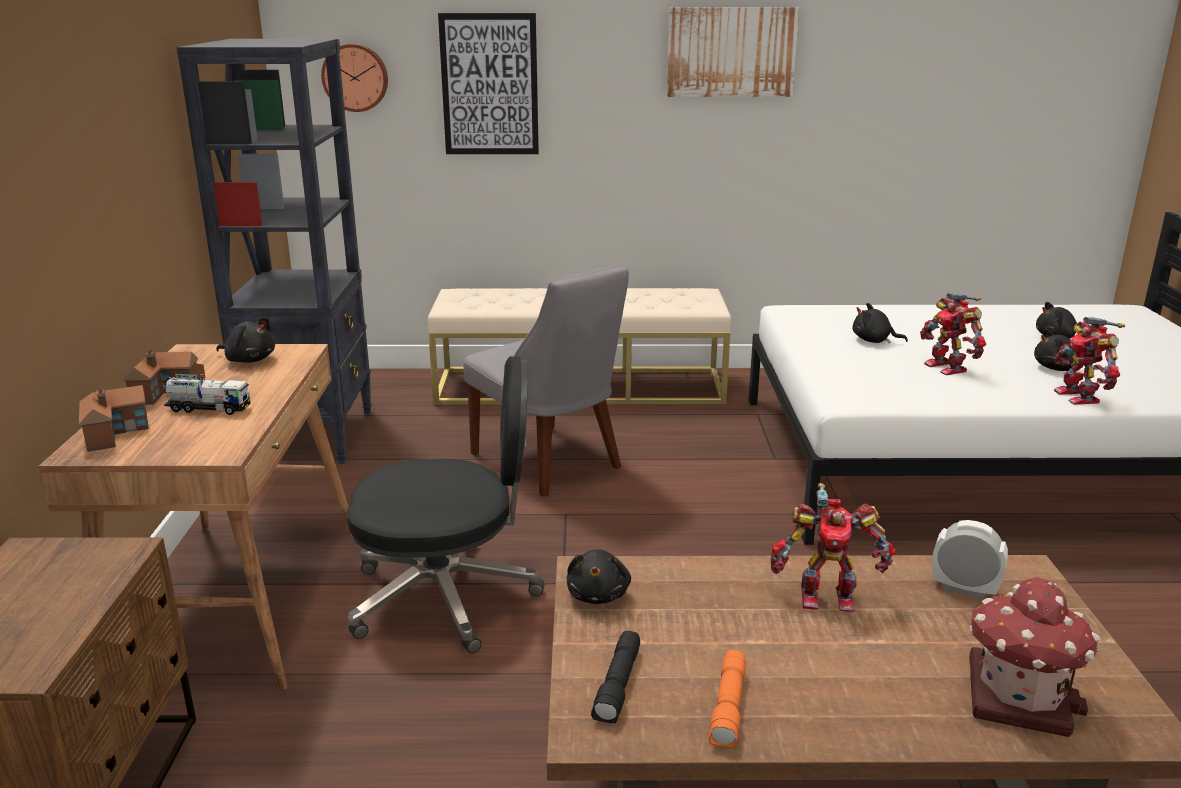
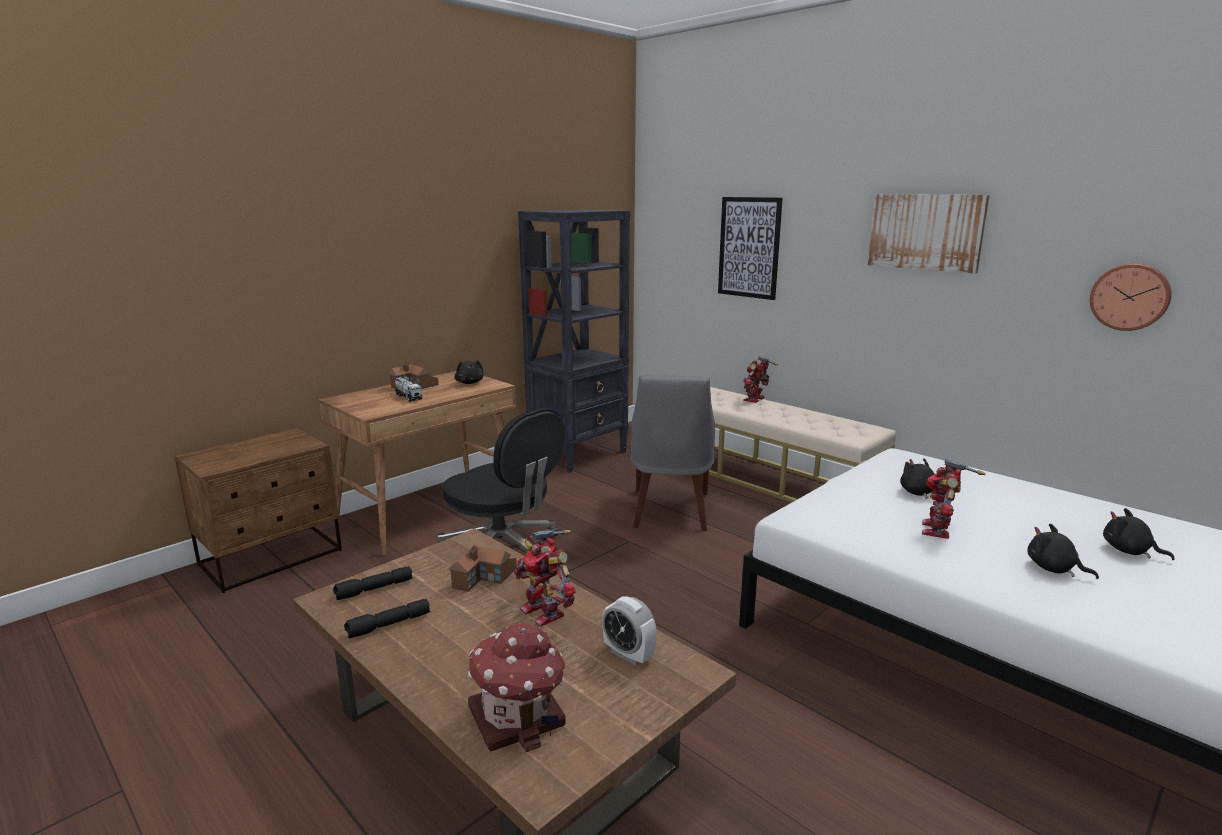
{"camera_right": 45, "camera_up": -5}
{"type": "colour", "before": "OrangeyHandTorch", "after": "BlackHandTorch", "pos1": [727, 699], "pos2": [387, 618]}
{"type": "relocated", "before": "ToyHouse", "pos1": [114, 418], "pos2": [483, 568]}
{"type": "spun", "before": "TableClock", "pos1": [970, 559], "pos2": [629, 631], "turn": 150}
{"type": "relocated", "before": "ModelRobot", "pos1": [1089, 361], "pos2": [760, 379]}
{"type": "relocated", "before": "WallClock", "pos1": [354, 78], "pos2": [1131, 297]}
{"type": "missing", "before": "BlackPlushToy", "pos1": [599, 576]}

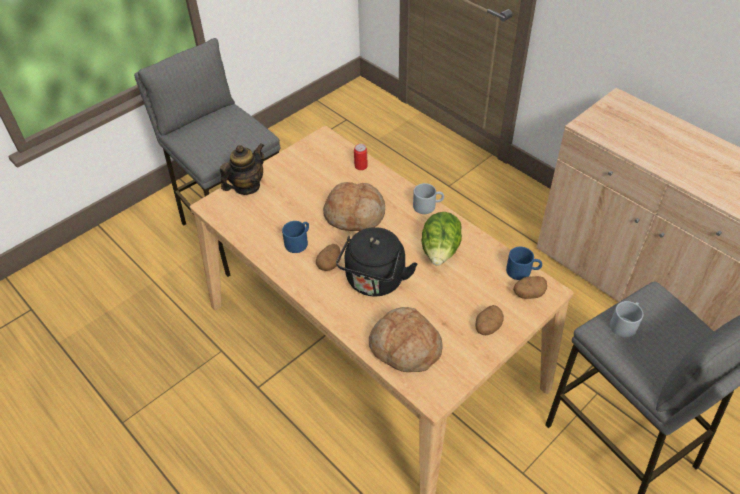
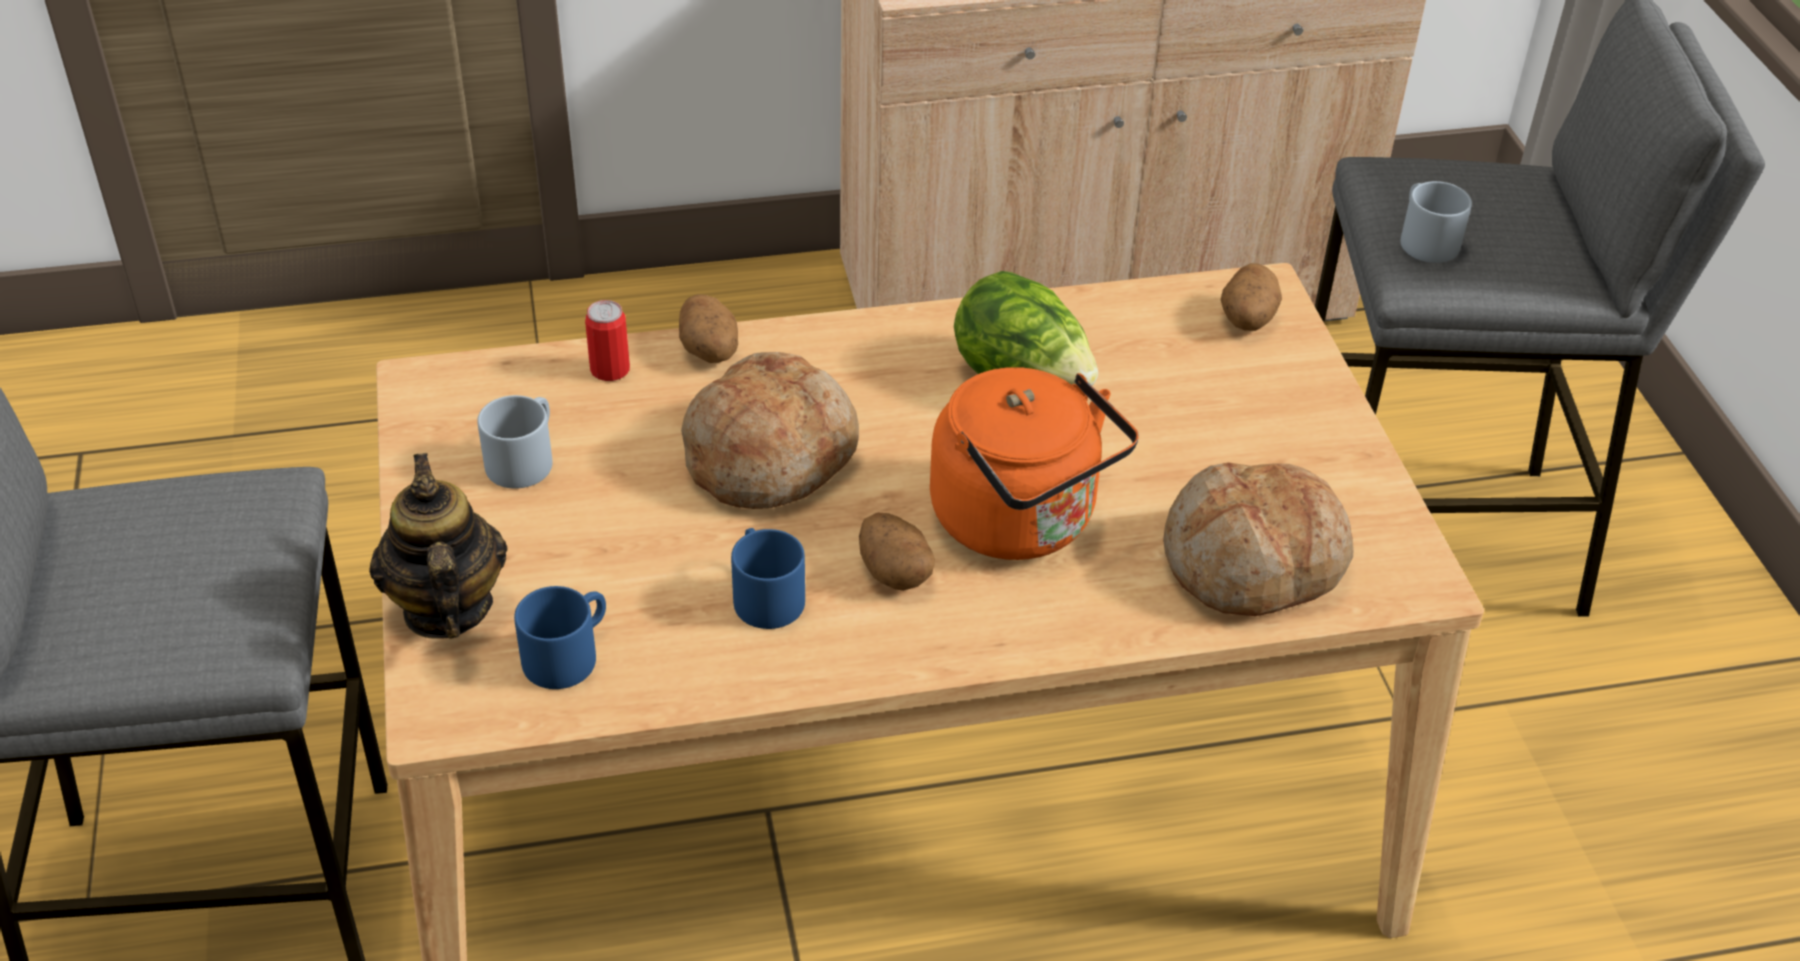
{"camera_right": -60, "camera_up": -5}
{"type": "relocated", "before": "GreyishTeaMug", "pos1": [428, 198], "pos2": [514, 442]}
{"type": "relocated", "before": "BlueTeaMug", "pos1": [524, 263], "pos2": [560, 637]}
{"type": "relocated", "before": "WholePotato", "pos1": [489, 320], "pos2": [708, 329]}
{"type": "colour", "before": "BlackTeaKettle", "after": "OrangeyTeaKettle", "pos1": [376, 262], "pos2": [1034, 463]}

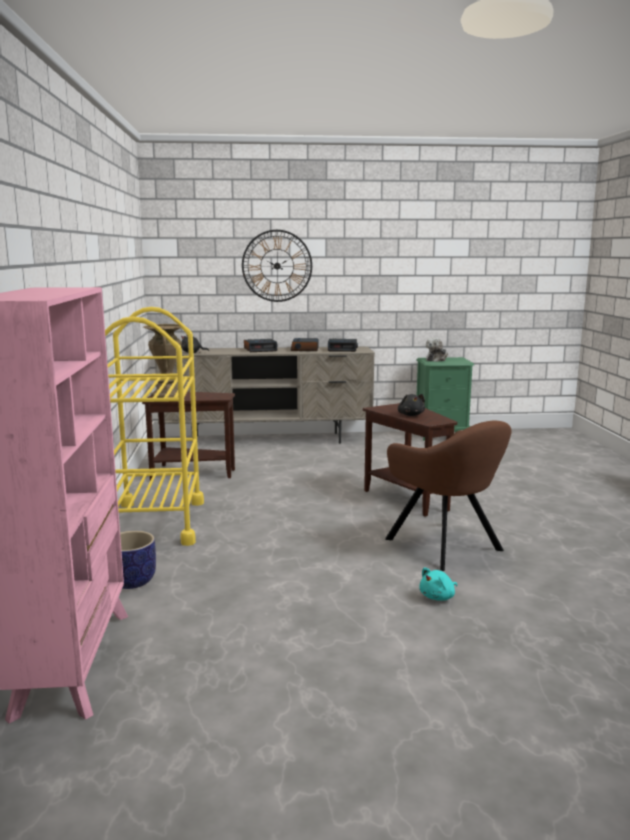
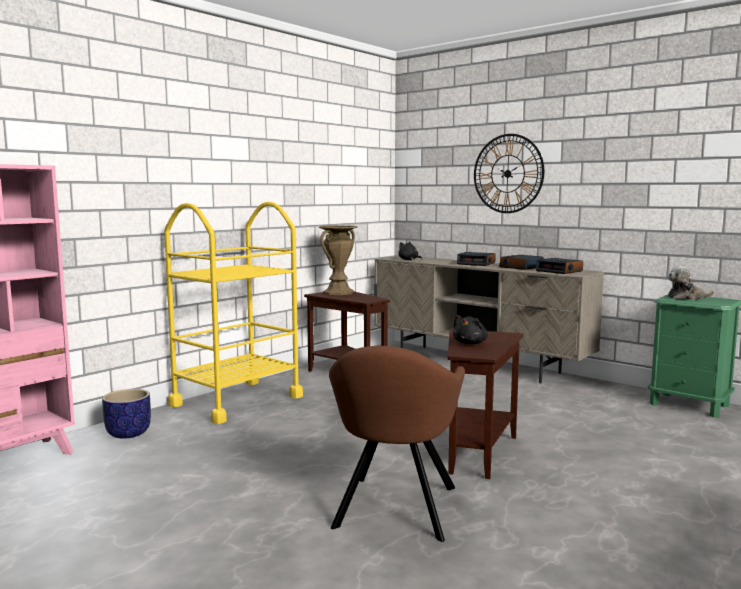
{"camera_right": 45, "camera_up": -5}
{"type": "missing", "before": "TurquoisePlushToy", "pos1": [438, 584]}

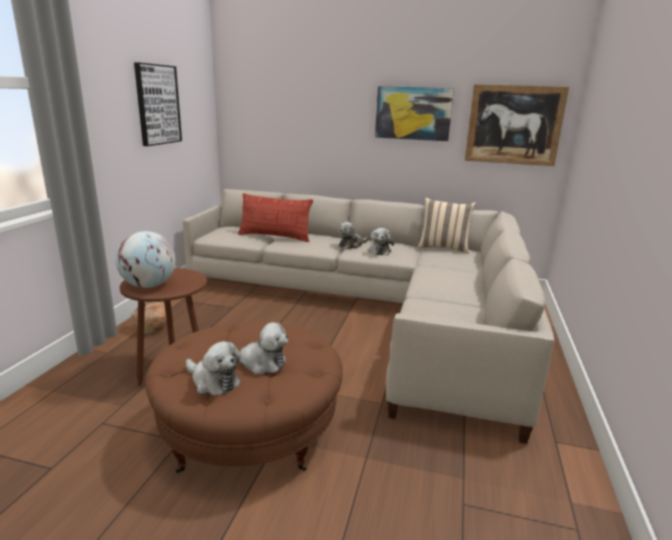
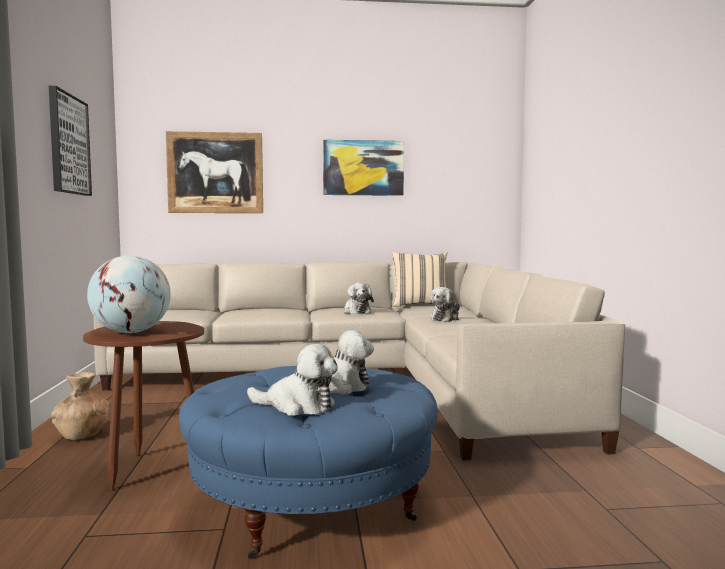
{"camera_right": -20, "camera_up": -15}
{"type": "relocated", "before": "Picture", "pos1": [517, 125], "pos2": [214, 172]}
{"type": "colour", "before": "BrownColouredFootrest", "after": "BlueFootrest", "pos1": [244, 397], "pos2": [308, 462]}
{"type": "relocated", "before": "PlushToy", "pos1": [354, 235], "pos2": [445, 304]}
{"type": "missing", "before": "ThrowPillow", "pos1": [275, 217]}

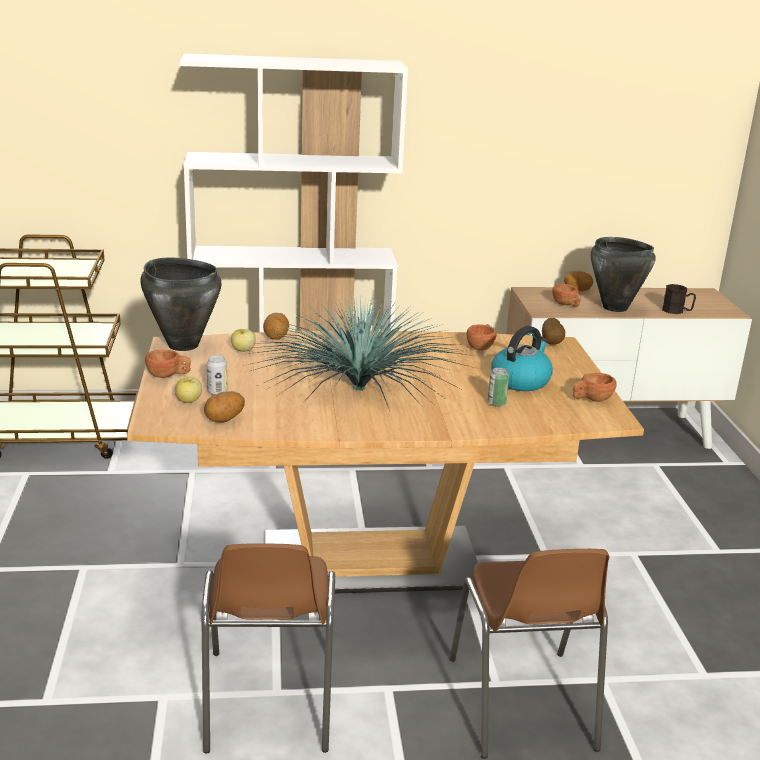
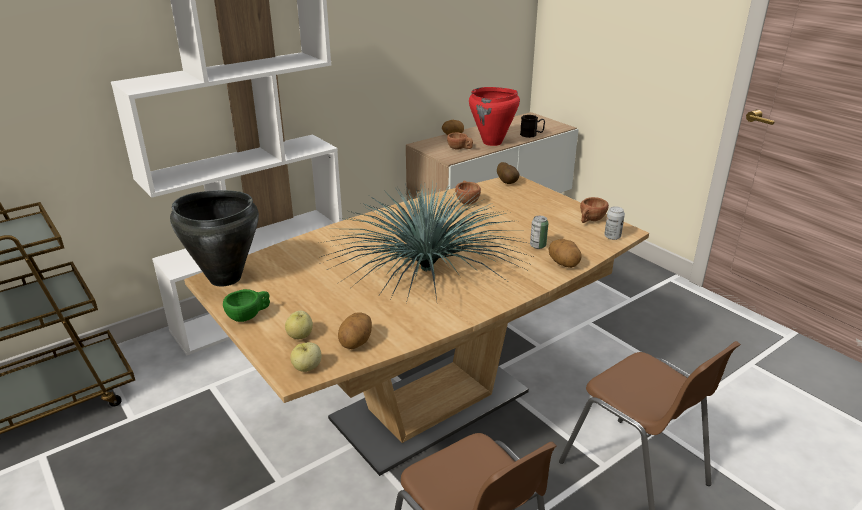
{"camera_right": -30, "camera_up": 5}
{"type": "colour", "before": "BrownColouredDrinkingCup", "after": "GreenishDrinkingCup", "pos1": [168, 364], "pos2": [246, 305]}
{"type": "relocated", "before": "Apple", "pos1": [243, 340], "pos2": [306, 357]}
{"type": "colour", "before": "BlackCookingPot", "after": "ReddishCookingPot", "pos1": [623, 274], "pos2": [494, 116]}
{"type": "relocated", "before": "WholePotato", "pos1": [276, 326], "pos2": [565, 253]}
{"type": "relocated", "before": "Can", "pos1": [217, 375], "pos2": [614, 223]}
{"type": "missing", "before": "TeaKettle", "pos1": [522, 358]}

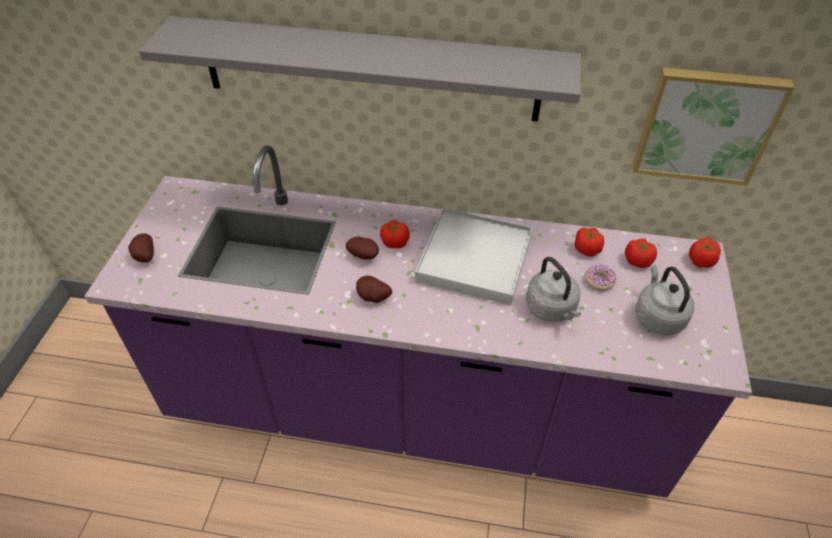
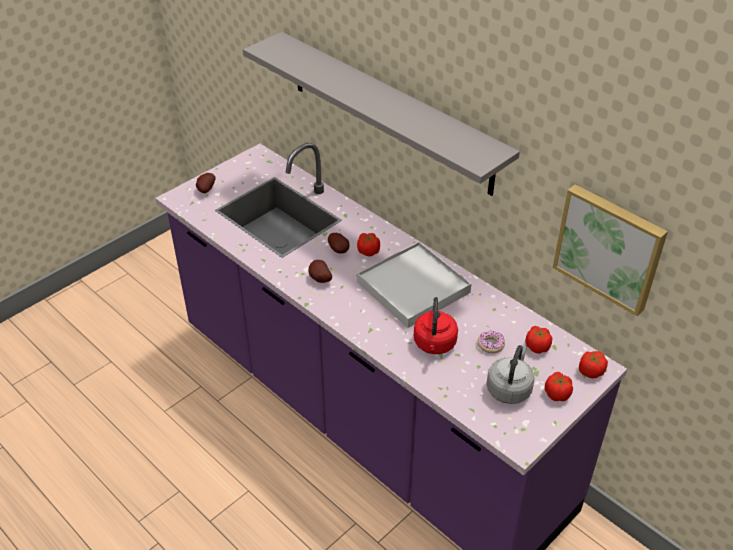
{"camera_right": 35, "camera_up": -5}
{"type": "colour", "before": "GreyishTeaKettle", "after": "ReddishTeaKettle", "pos1": [553, 289], "pos2": [436, 325]}
{"type": "relocated", "before": "FreshTomato", "pos1": [589, 241], "pos2": [559, 386]}

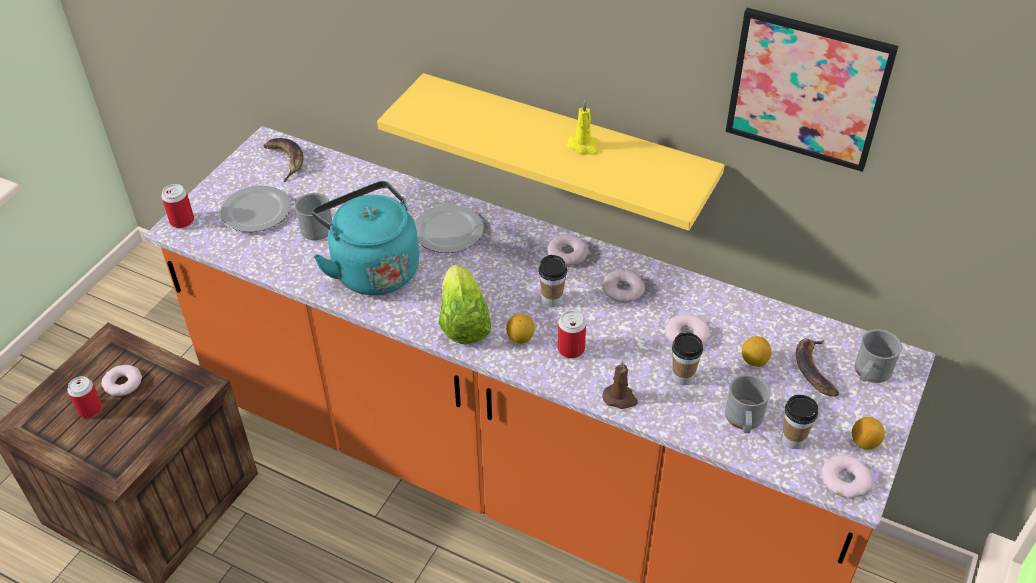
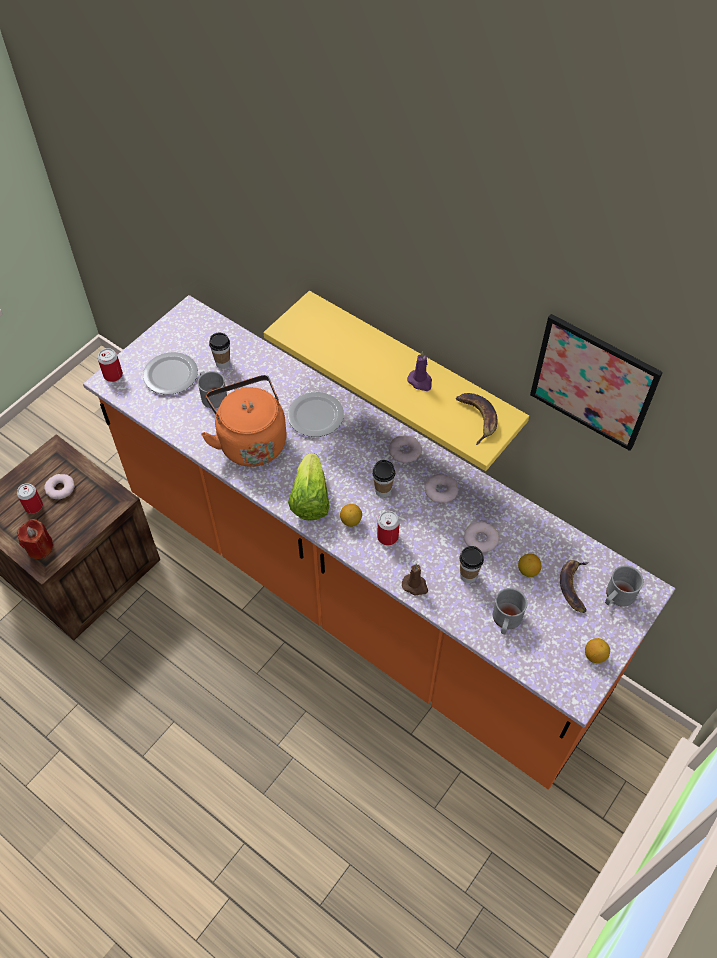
{"camera_right": 10, "camera_up": 10}
{"type": "appeared", "after": "ReddishWaxCandle", "pos2": [35, 539]}
{"type": "colour", "before": "TurquoiseTeaKettle", "after": "OrangeyTeaKettle", "pos1": [365, 238], "pos2": [244, 421]}
{"type": "relocated", "before": "DrinkingCup", "pos1": [800, 422], "pos2": [219, 350]}
{"type": "colour", "before": "YellowWaxCandle", "after": "PurpleColouredWaxCandle", "pos1": [583, 128], "pos2": [419, 371]}
{"type": "relocated", "before": "WholeBanana", "pos1": [283, 160], "pos2": [477, 419]}
{"type": "missing", "before": "RingDoughnut", "pos1": [847, 477]}

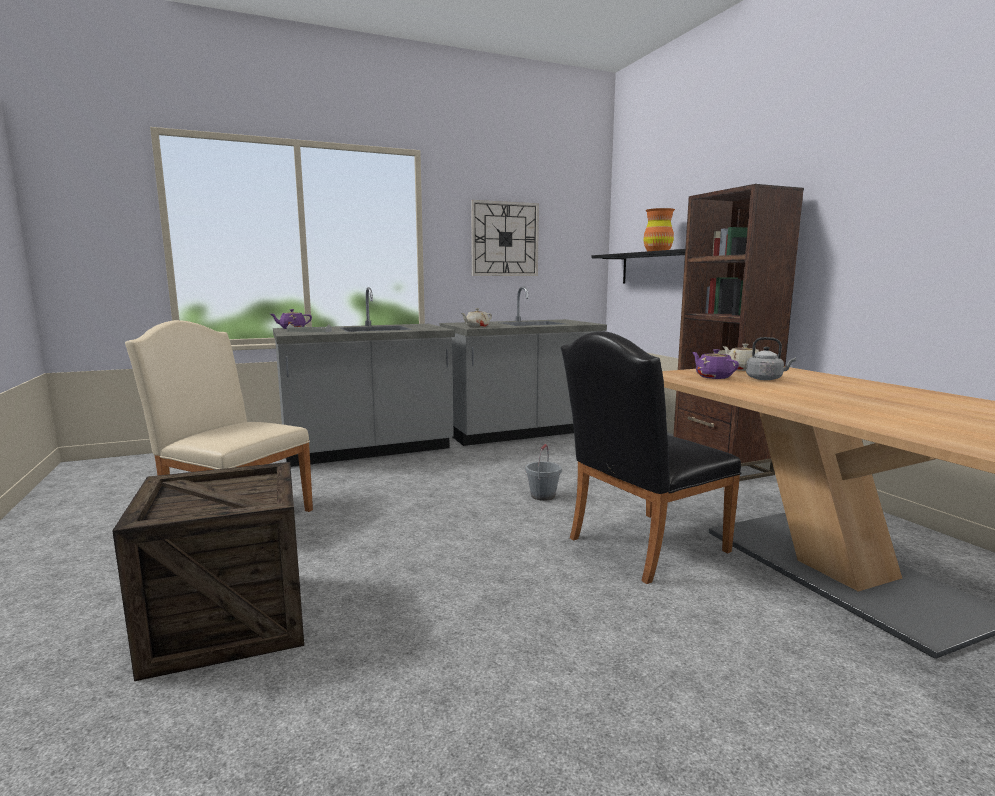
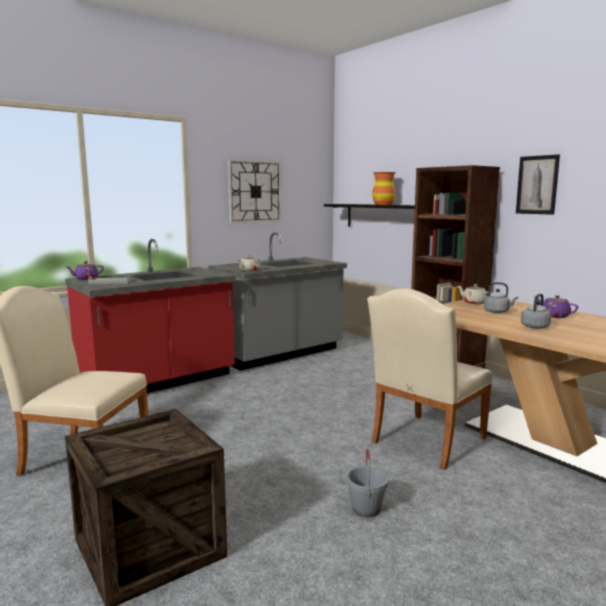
{"camera_right": -15, "camera_up": 0}
{"type": "colour", "before": "GreyishCounter", "after": "ReddishCounter", "pos1": [364, 377], "pos2": [150, 316]}
{"type": "relocated", "before": "GreyishPail", "pos1": [543, 472], "pos2": [367, 483]}
{"type": "colour", "before": "BlackUprightChair", "after": "BeigeColouredUprightChair", "pos1": [651, 457], "pos2": [430, 379]}
{"type": "appeared", "after": "Picture", "pos2": [538, 185]}
{"type": "appeared", "after": "GreyishTeaKettle", "pos2": [536, 311]}
{"type": "relocated", "before": "PurpleColouredPotForTea", "pos1": [715, 364], "pos2": [556, 306]}

